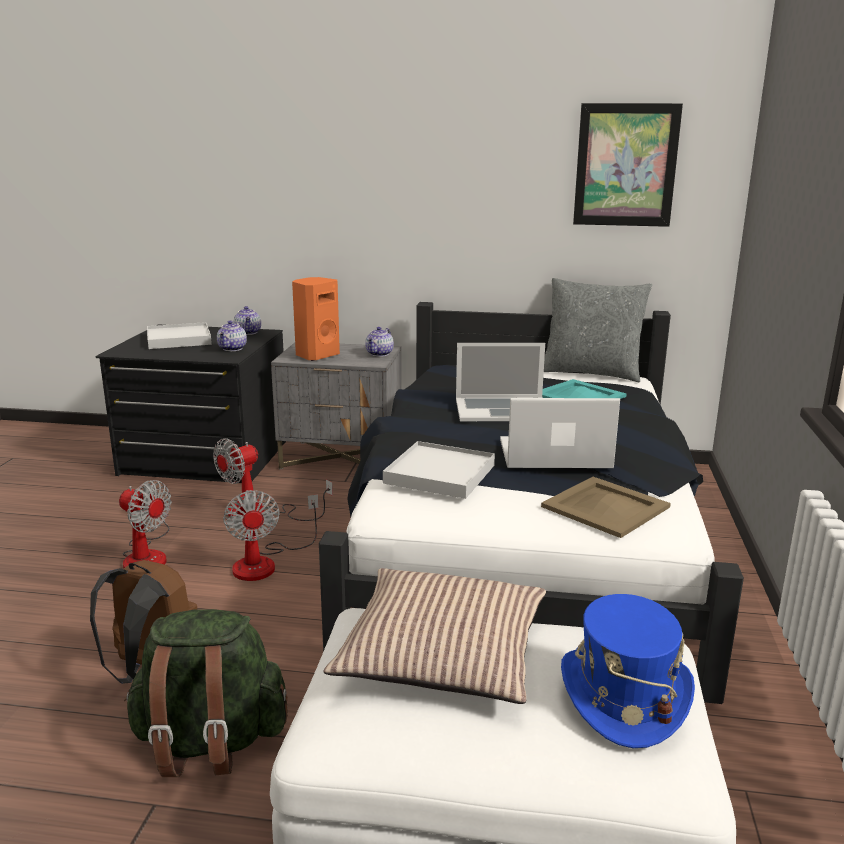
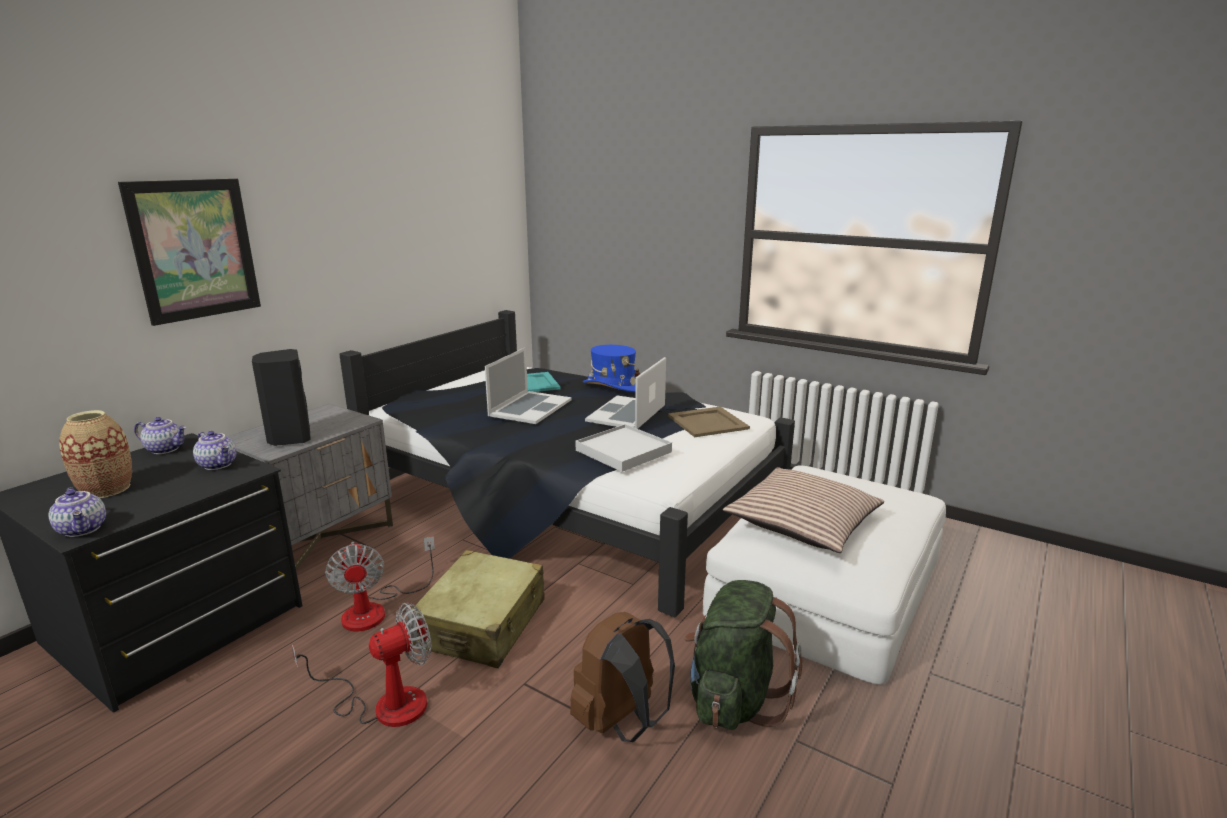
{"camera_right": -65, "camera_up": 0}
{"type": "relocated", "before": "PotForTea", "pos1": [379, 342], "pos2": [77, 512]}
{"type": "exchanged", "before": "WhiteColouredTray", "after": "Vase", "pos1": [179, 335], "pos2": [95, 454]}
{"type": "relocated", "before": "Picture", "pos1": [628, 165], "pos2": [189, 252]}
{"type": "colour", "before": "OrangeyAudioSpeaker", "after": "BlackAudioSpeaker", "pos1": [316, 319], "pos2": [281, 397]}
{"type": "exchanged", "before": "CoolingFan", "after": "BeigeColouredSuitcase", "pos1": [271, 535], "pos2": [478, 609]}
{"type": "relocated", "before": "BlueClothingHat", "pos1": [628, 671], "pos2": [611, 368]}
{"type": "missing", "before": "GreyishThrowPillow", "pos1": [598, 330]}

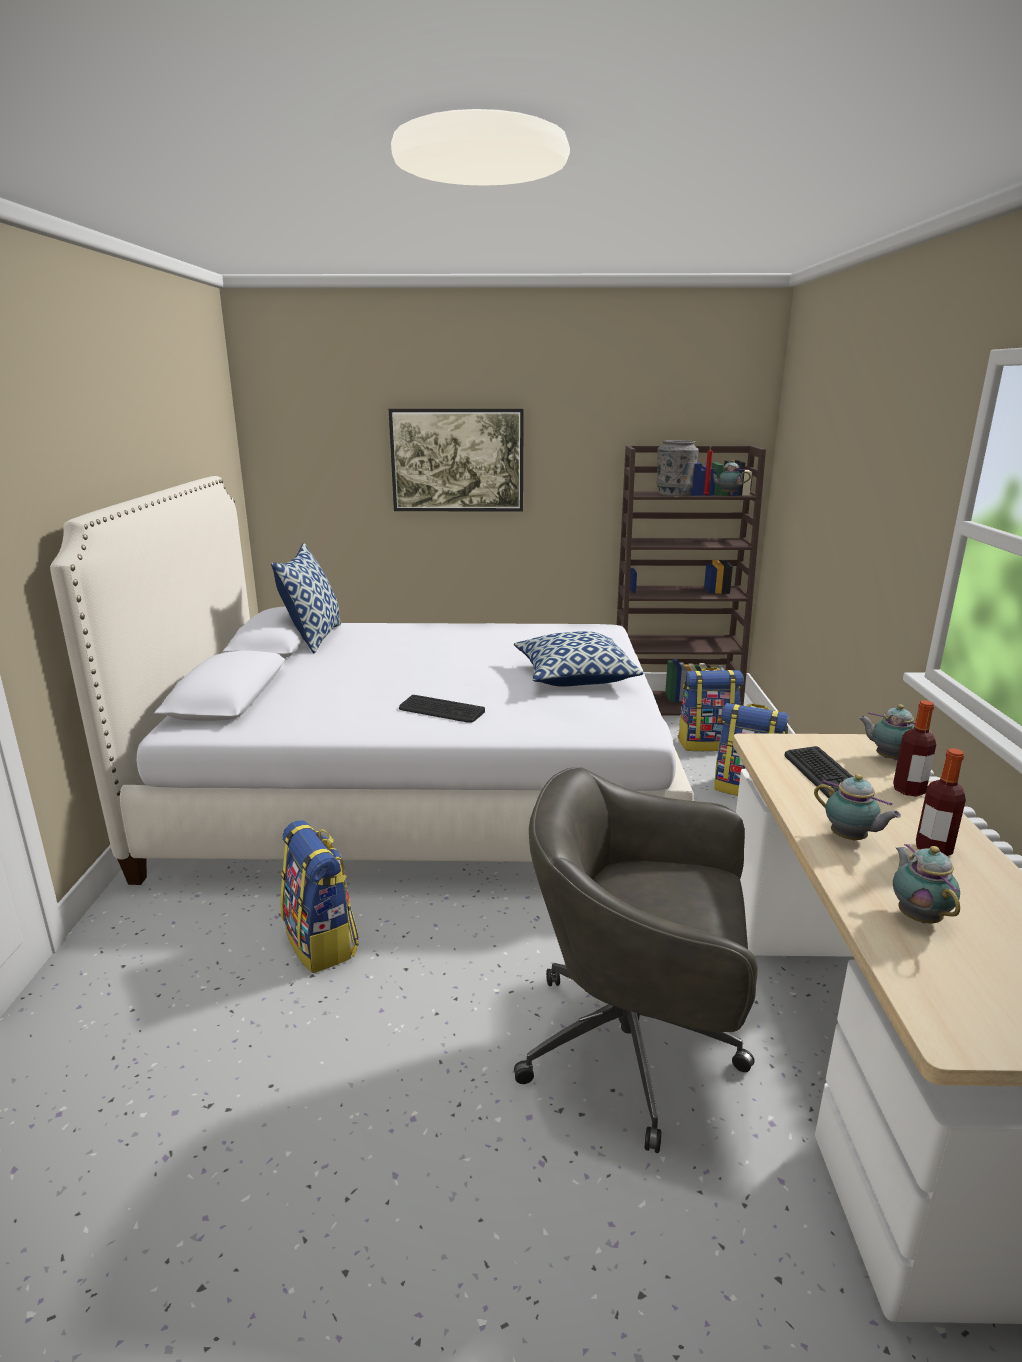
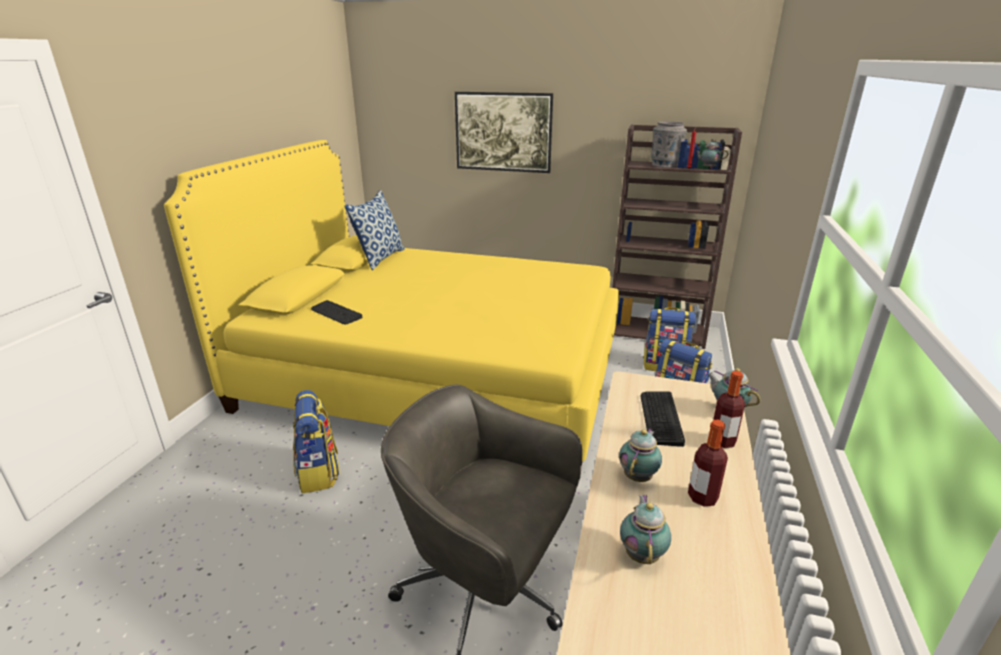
{"camera_right": 15, "camera_up": 5}
{"type": "colour", "before": "WhiteColouredSleepingBed", "after": "YellowSleepingBed", "pos1": [372, 680], "pos2": [391, 303]}
{"type": "relocated", "before": "ComputerKeyboard", "pos1": [442, 709], "pos2": [336, 312]}
{"type": "spun", "before": "PotForTea", "pos1": [857, 807], "pos2": [640, 455], "turn": -120}
{"type": "missing", "before": "ThrowPillow", "pos1": [578, 659]}

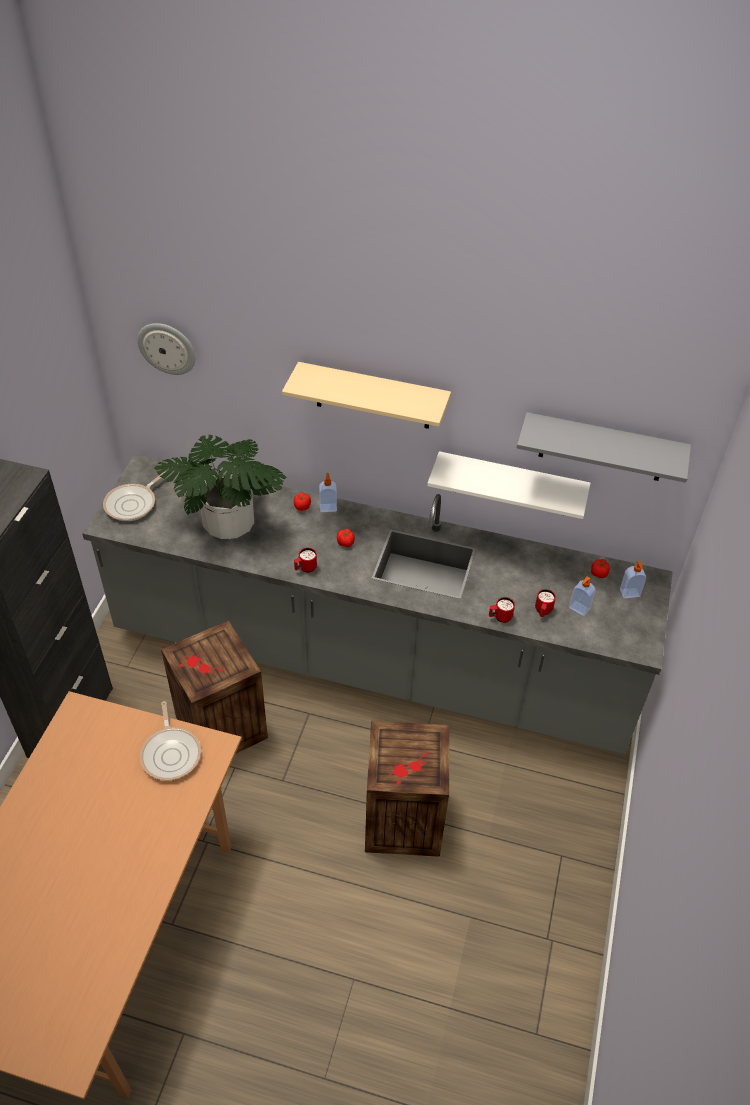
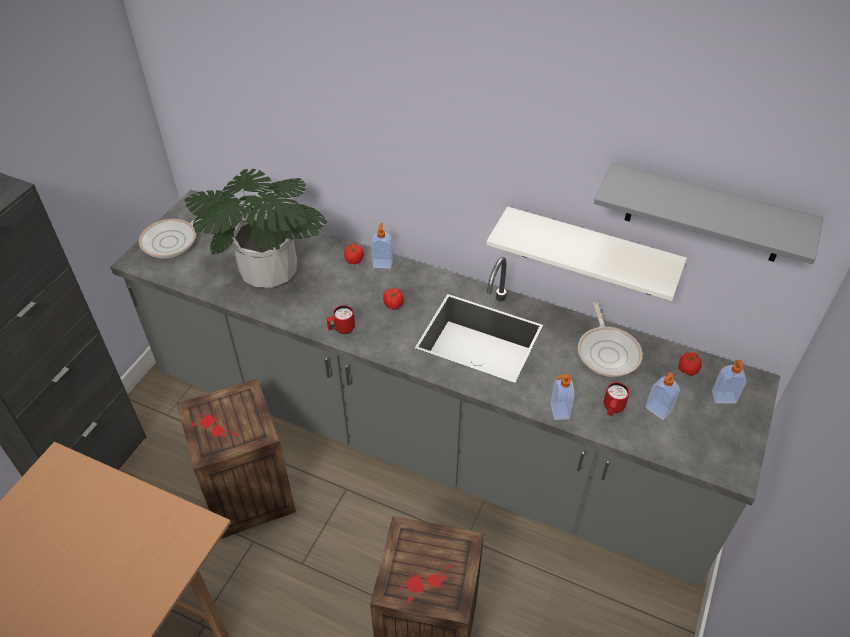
{"camera_right": 10, "camera_up": 0}
{"type": "exchanged", "before": "ReddishTeaMug", "after": "SoapBottle", "pos1": [502, 610], "pos2": [562, 397]}
{"type": "relocated", "before": "Skillet", "pos1": [170, 740], "pos2": [610, 339]}
{"type": "missing", "before": "WallClock", "pos1": [166, 349]}
{"type": "missing", "before": "BeigeColouredBracketShelf", "pos1": [366, 395]}

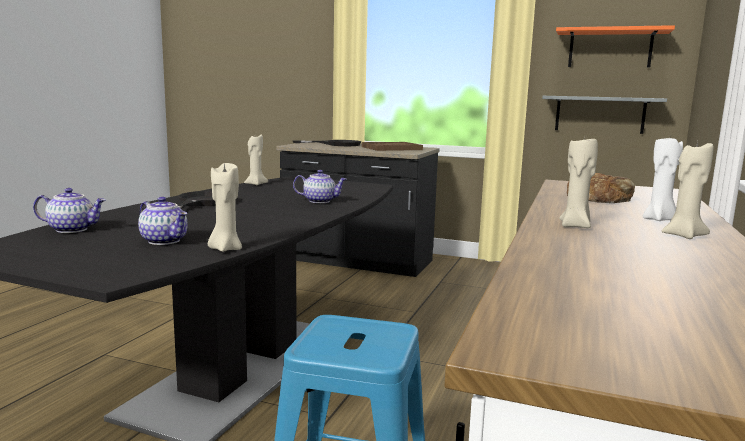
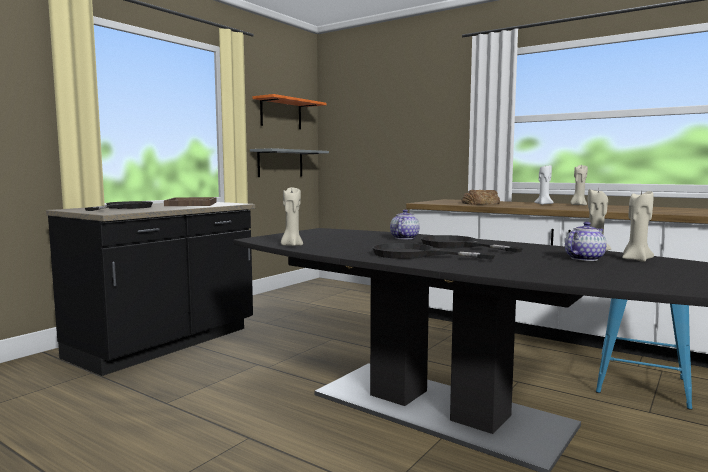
{"camera_right": -75, "camera_up": -5}
{"type": "appeared", "after": "BlackSkillet", "pos2": [472, 244]}
{"type": "relocated", "before": "BeigeColouredWaxCandle", "pos1": [578, 181], "pos2": [638, 226]}
{"type": "missing", "before": "PotForTea", "pos1": [69, 210]}

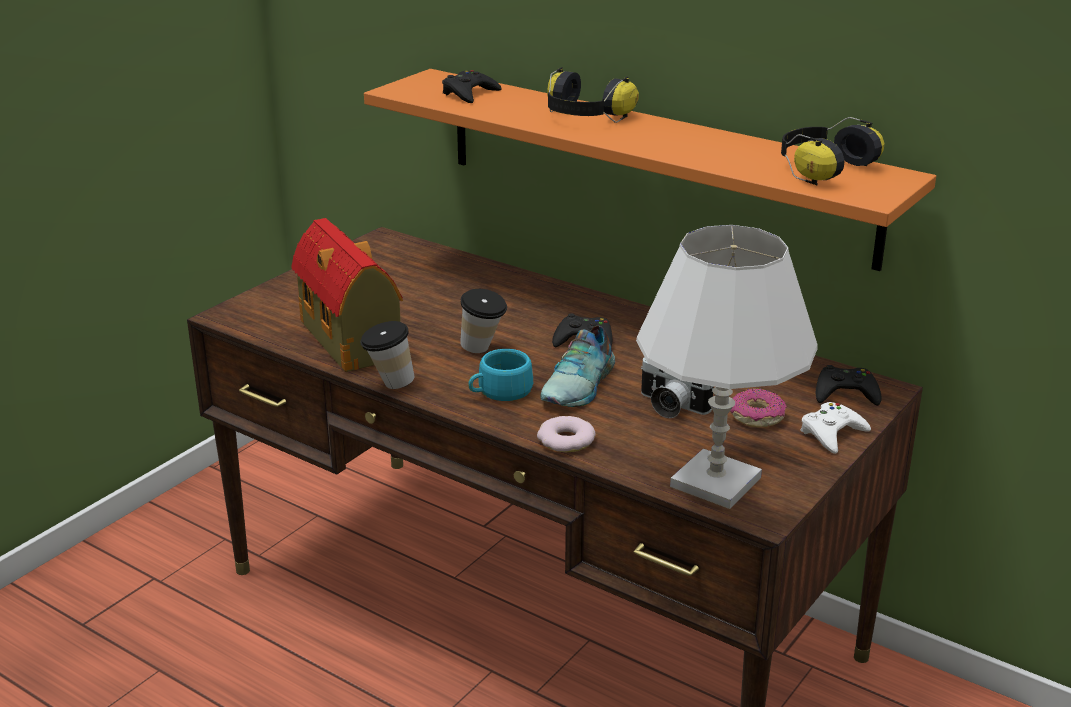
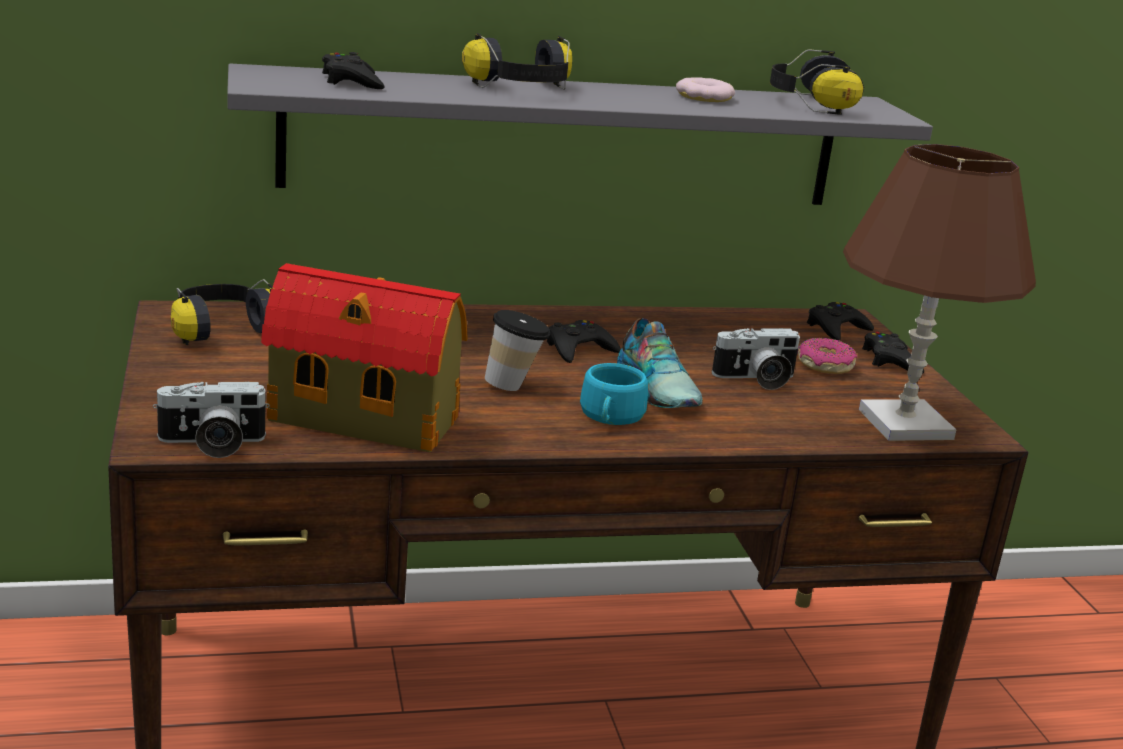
{"camera_right": -50, "camera_up": -5}
{"type": "appeared", "after": "StillCamera", "pos2": [211, 420]}
{"type": "appeared", "after": "PairOfHeadphones", "pos2": [222, 312]}
{"type": "colour", "before": "OrangeyBracketShelf", "after": "GreyishBracketShelf", "pos1": [650, 170], "pos2": [580, 134]}
{"type": "relocated", "before": "RingDoughnut", "pos1": [566, 434], "pos2": [705, 89]}
{"type": "colour", "before": "WhiteColouredLampForATable", "after": "BrownColouredLampForATable", "pos1": [727, 367], "pos2": [939, 292]}
{"type": "colour", "before": "WhiteColouredGameController", "after": "BlackGameController", "pos1": [836, 428], "pos2": [893, 352]}
{"type": "missing", "before": "DrinkingCup", "pos1": [387, 355]}

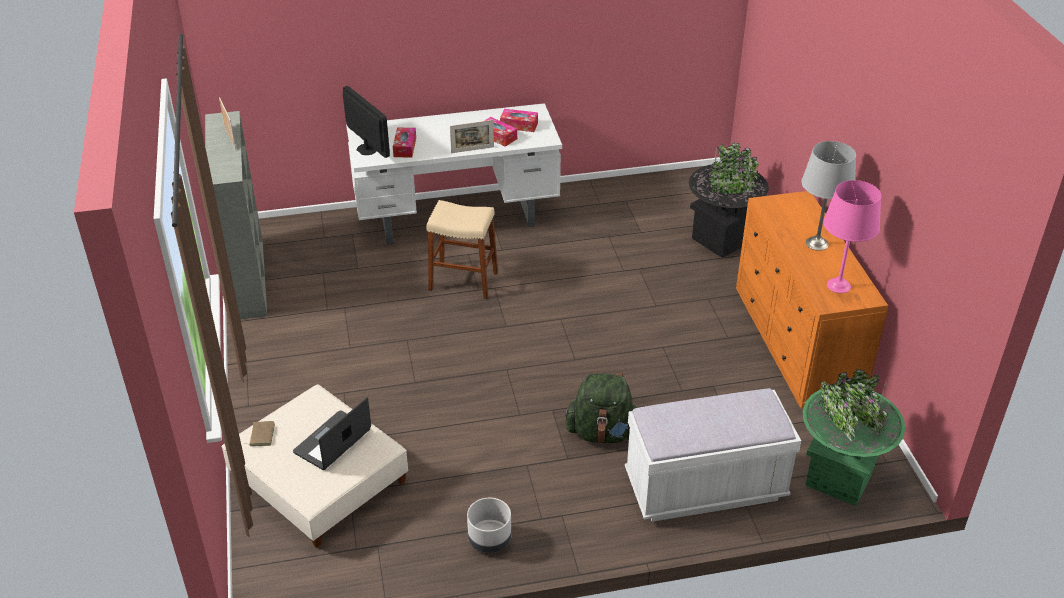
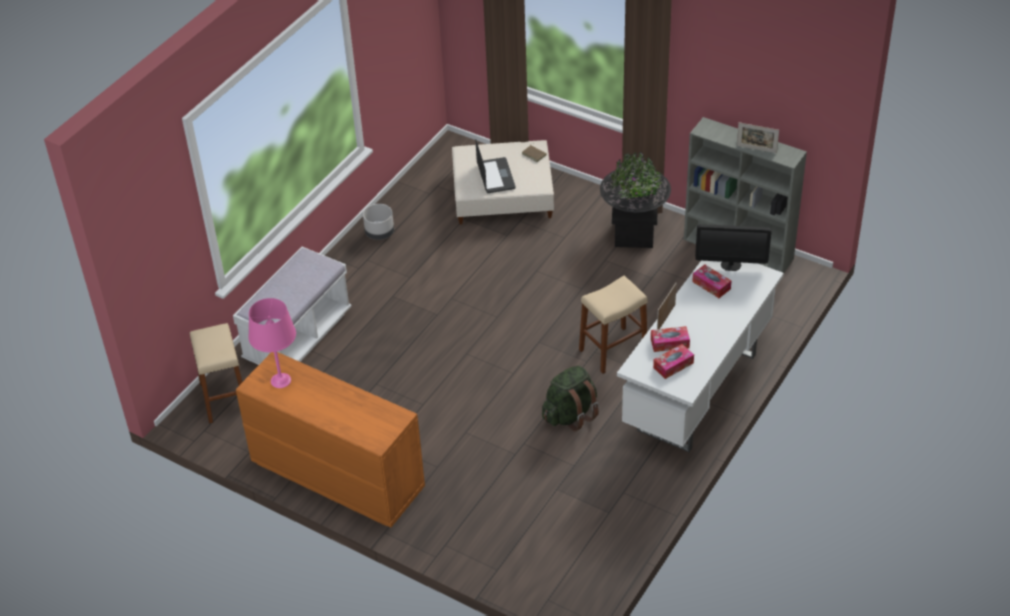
{"camera_right": 135, "camera_up": 5}
{"type": "exchanged", "before": "GreenishPlantPot", "after": "BeigeColouredStoolSeat", "pos1": [854, 437], "pos2": [216, 373]}
{"type": "relocated", "before": "GreenishBackpack", "pos1": [601, 408], "pos2": [570, 398]}
{"type": "relocated", "before": "BlackPlantPot", "pos1": [729, 200], "pos2": [635, 200]}
{"type": "missing", "before": "GreyishLampForATable", "pos1": [828, 196]}

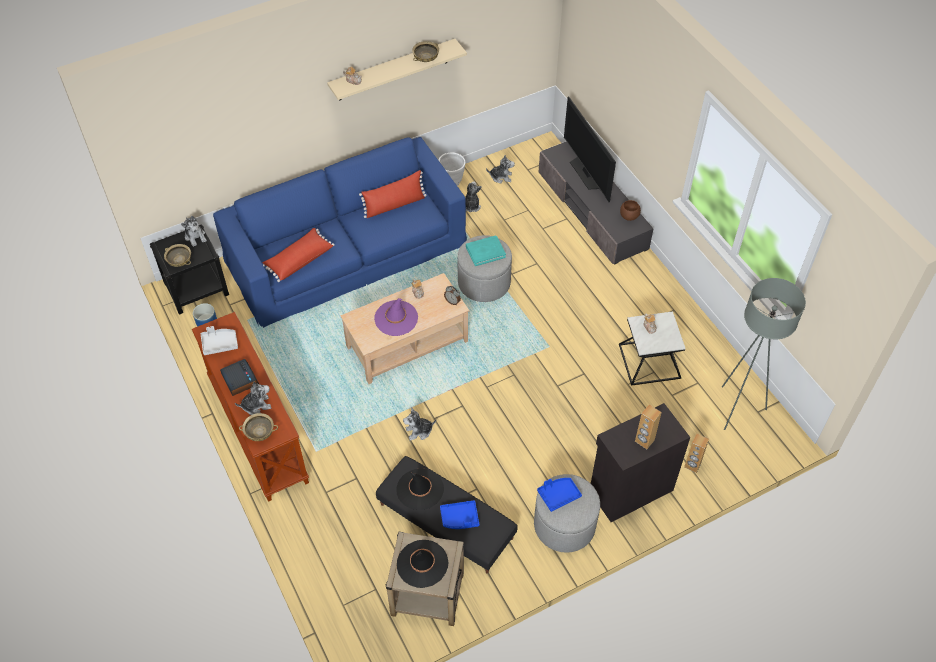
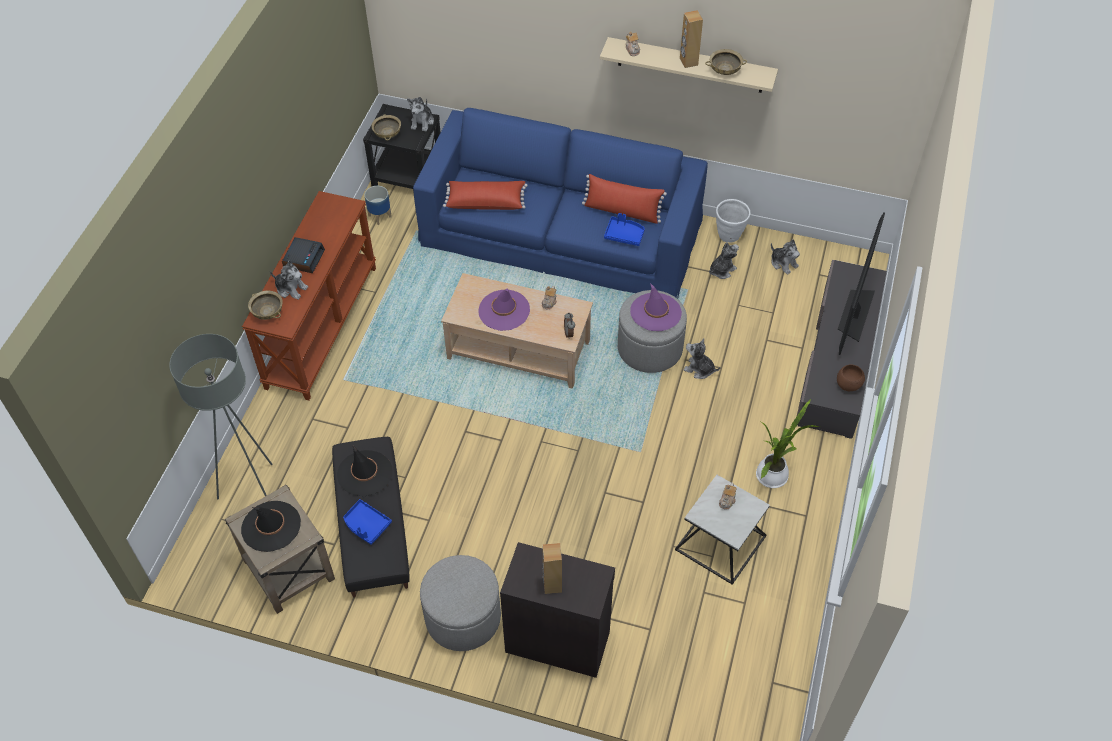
{"camera_right": 45, "camera_up": 0}
{"type": "relocated", "before": "GreyishFloorLamp", "pos1": [764, 354], "pos2": [221, 416]}
{"type": "relocated", "before": "BlueTray", "pos1": [559, 495], "pos2": [624, 229]}
{"type": "exchanged", "before": "TurquoiseBoundBook", "after": "PurpleColouredClothingHat", "pos1": [486, 251], "pos2": [656, 307]}
{"type": "relocated", "before": "BrownColouredAudioSpeaker", "pos1": [696, 453], "pos2": [691, 39]}
{"type": "relocated", "before": "PlushToy", "pos1": [419, 424], "pos2": [702, 358]}
{"type": "appeared", "after": "Houseplant", "pos2": [788, 443]}
{"type": "missing", "before": "GreyishTray", "pos1": [219, 340]}

